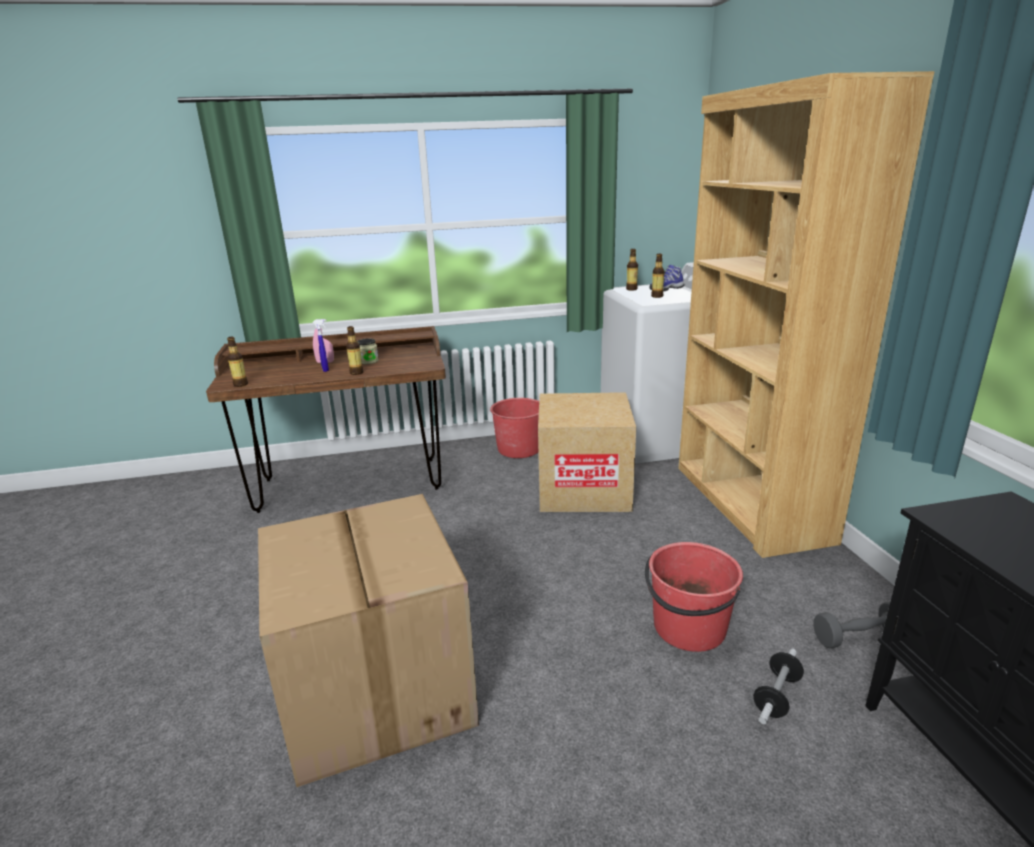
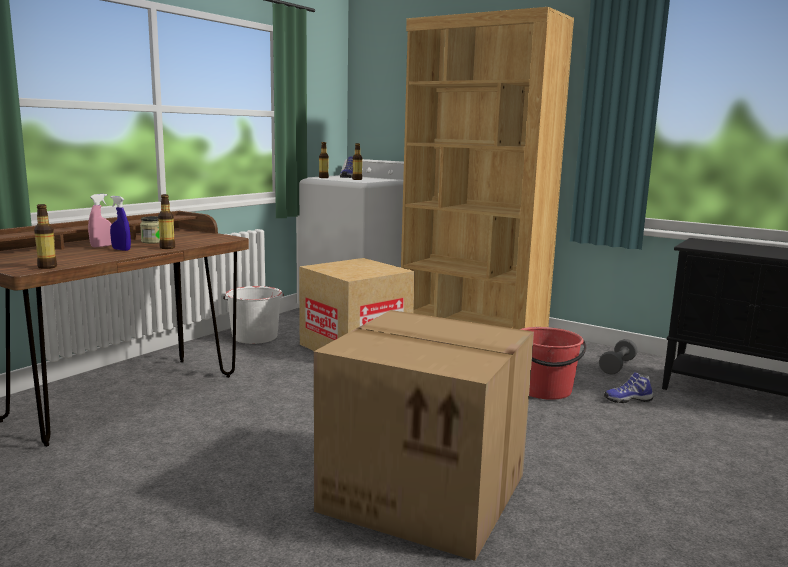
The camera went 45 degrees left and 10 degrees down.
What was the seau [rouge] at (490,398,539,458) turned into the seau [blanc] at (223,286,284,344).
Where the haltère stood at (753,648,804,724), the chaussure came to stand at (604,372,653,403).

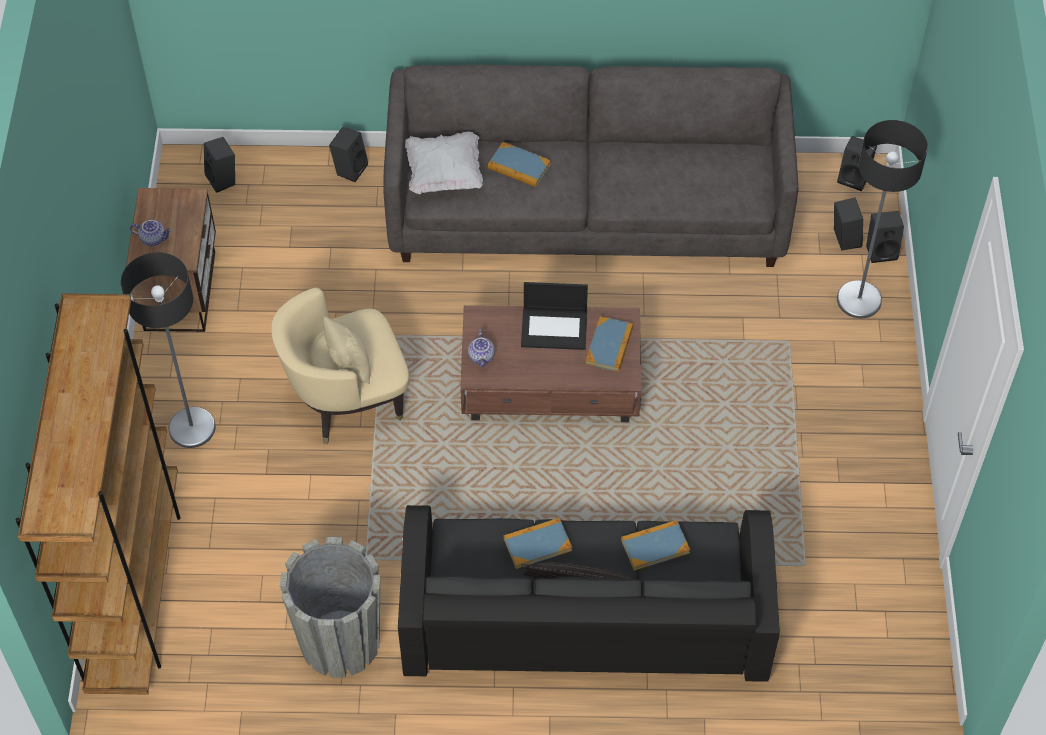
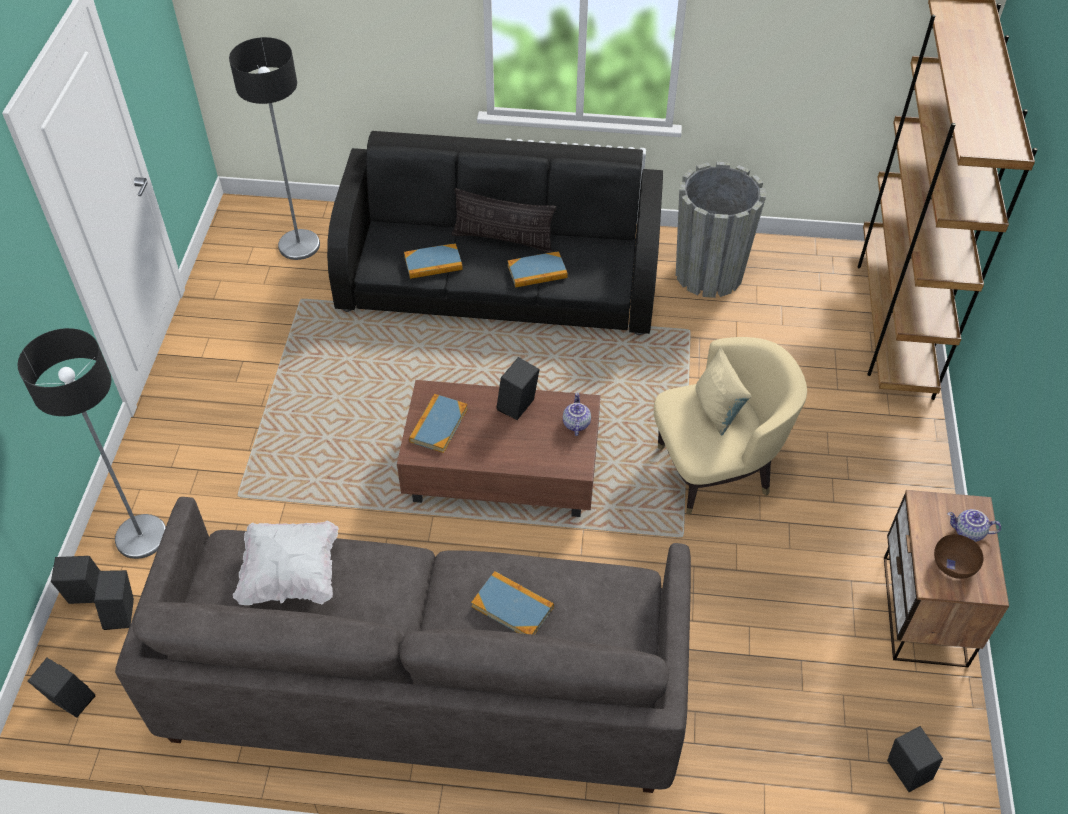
The camera went 175 degrees left and 5 degrees down.
The enceinte [noir] ended up elsewhere, having gone from (329,127,368,182) to (497,357,540,420).
The coussin [blanc] ended up elsewhere, having gone from (405,132,483,194) to (233,521,339,605).
The lampadaire ended up elsewhere, having gone from (121,252,216,448) to (229,37,320,260).
The second view lost the ordinateur portable at (521,282,588,350).
The second view gained the bol [marron] at (934,534,984,579).

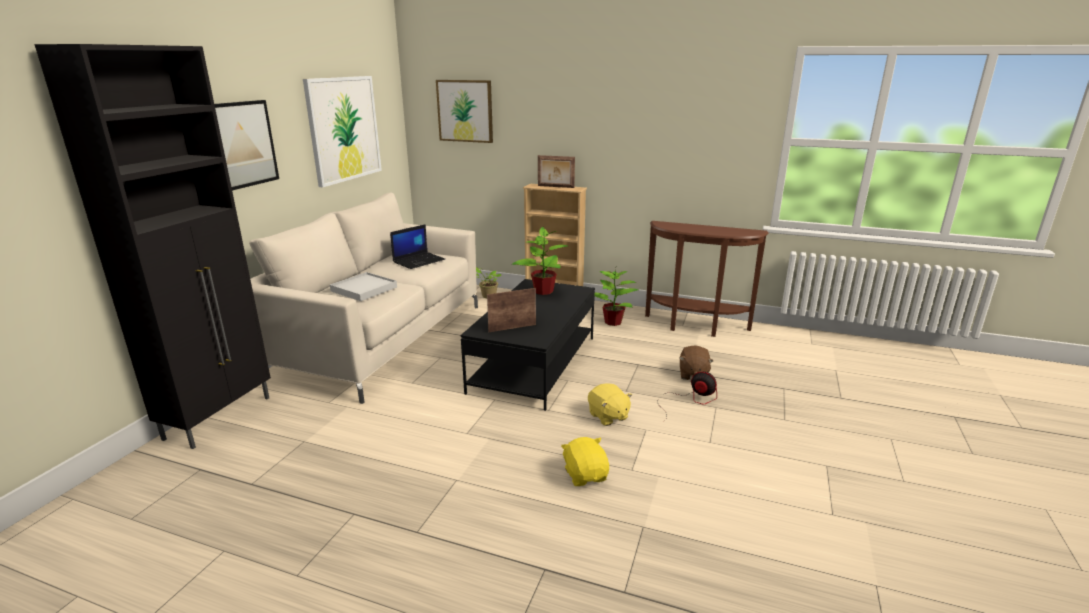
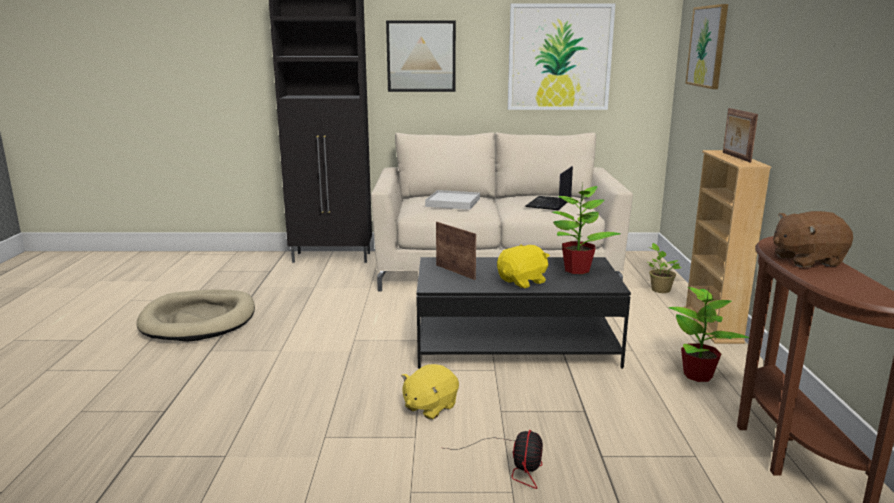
The camera went 70 degrees right and 5 degrees down.
The ordinateur portable at (390,224,445,269) ended up facing another way, 90 degrees clockwise from before.
The peluche [marron] ended up elsewhere, having gone from (679,345,713,380) to (773,211,853,267).
The peluche [jaune] ended up elsewhere, having gone from (561,437,609,486) to (497,244,550,288).
The second view gained the panier pour chien [beige] at (136,289,255,342).

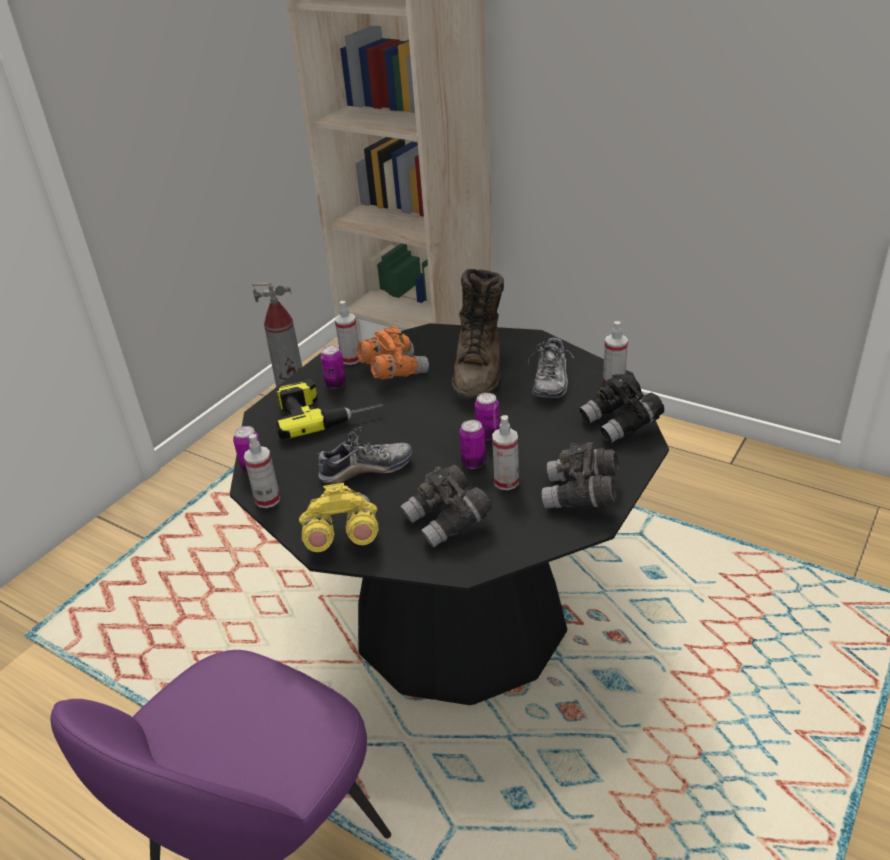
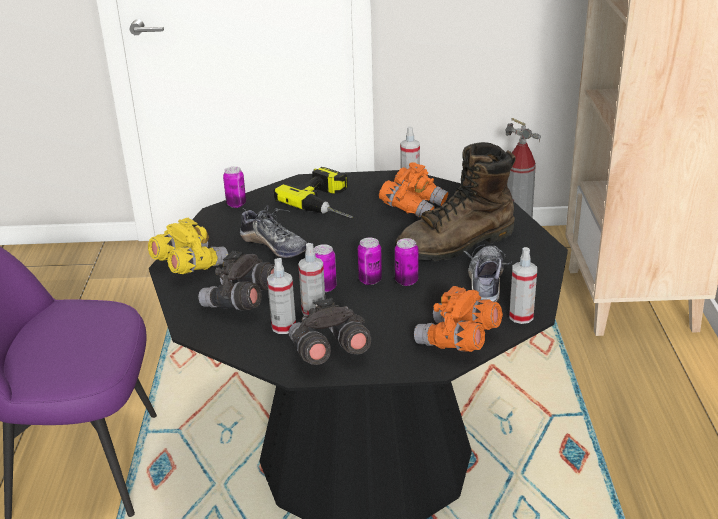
The camera went 55 degrees right and 5 degrees down.
The chaussure at (528,337,574,398) ended up facing another way, 120 degrees clockwise from before.
The boîte métallique ended up elsewhere, having gone from (320,345,346,389) to (395,238,418,286).
What was the jumelles [noir] at (579,374,664,443) turned into the jumelles [orange] at (414,286,503,352).
The vaporisateur ended up elsewhere, having gone from (244,434,280,508) to (267,258,296,334).

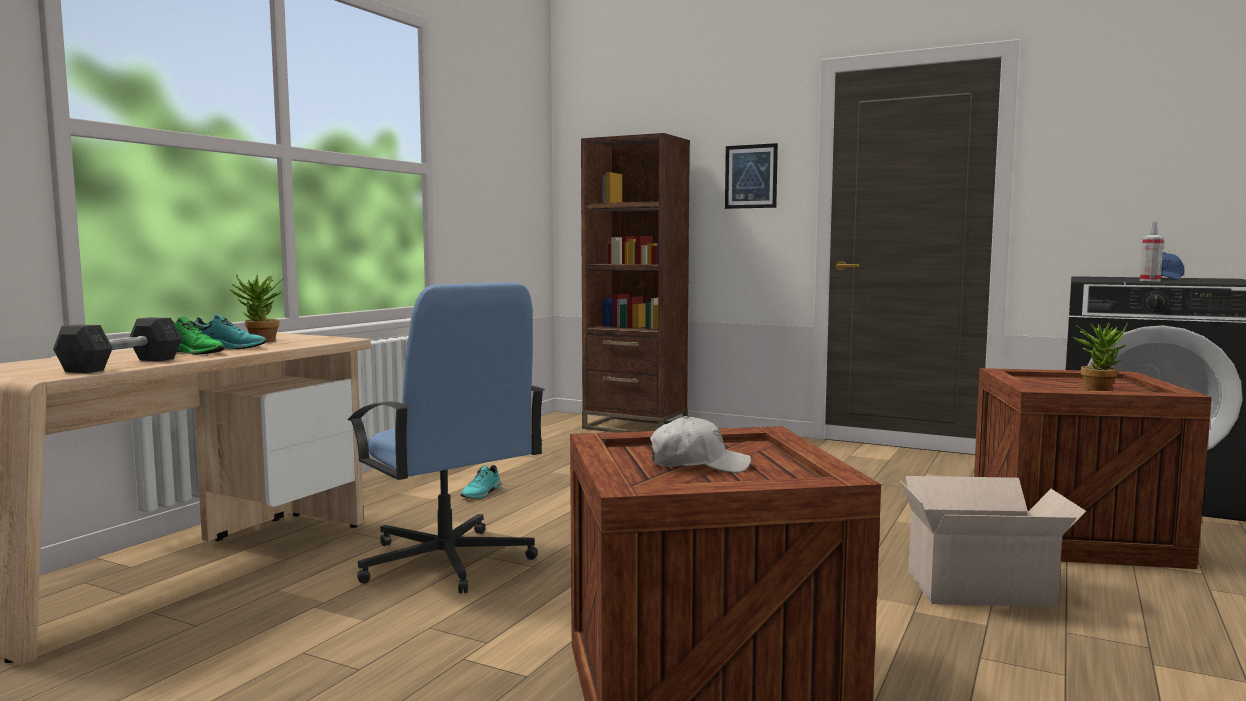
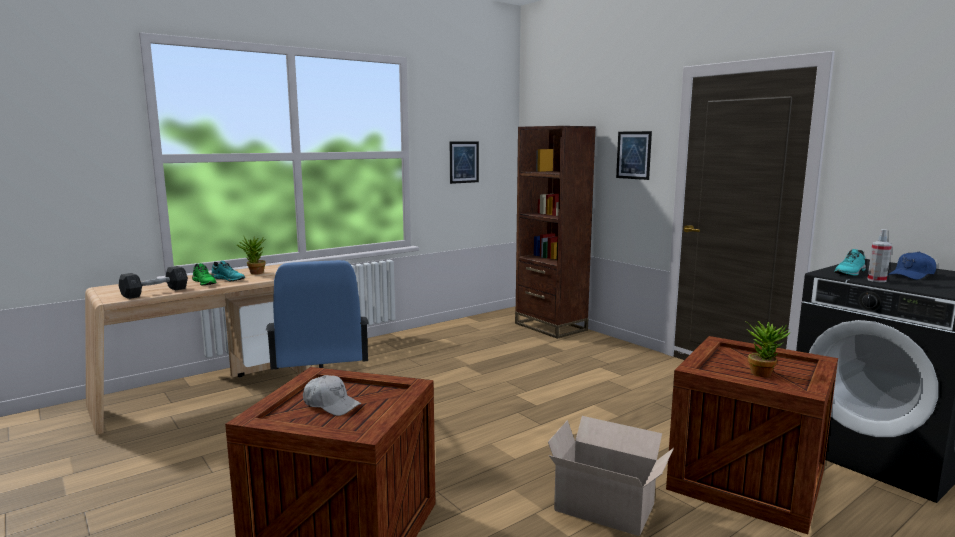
The camera went 25 degrees right and 5 degrees up.
The chaussure [turquoise] ended up elsewhere, having gone from (460,465,501,499) to (834,249,866,276).
The second view gained the tableau at (450,142,479,184).

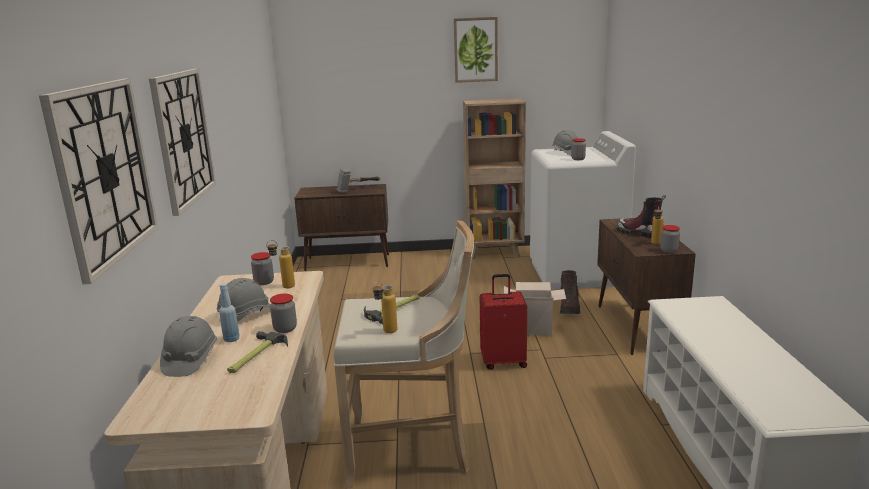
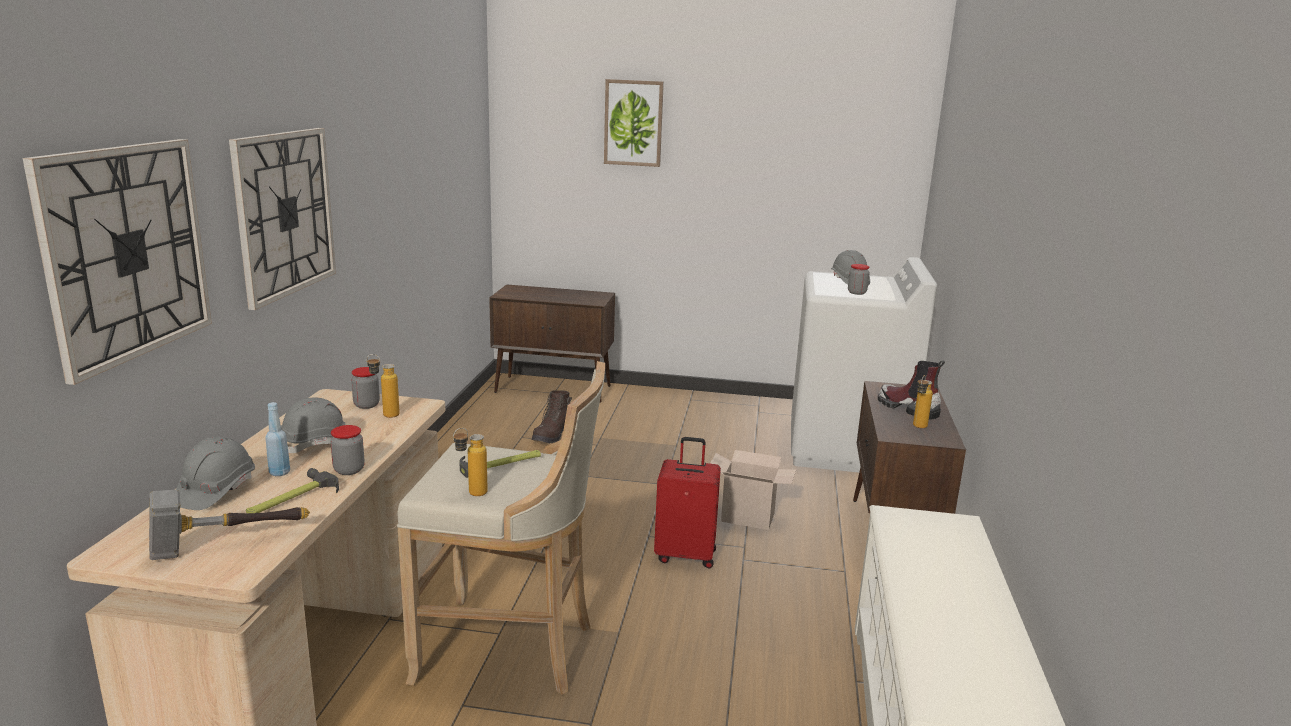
The camera went 10 degrees right and 0 degrees up.
The tableau ended up elsewhere, having gone from (454,17,498,83) to (604,79,664,167).
The second view lost the bibliothèque [marron] at (463,98,526,260).
The marteau ended up elsewhere, having gone from (337,168,380,193) to (149,490,310,560).
The second view lost the bocal at (660,225,680,253).
The botte [marron] ended up elsewhere, having gone from (560,270,580,314) to (531,390,572,443).

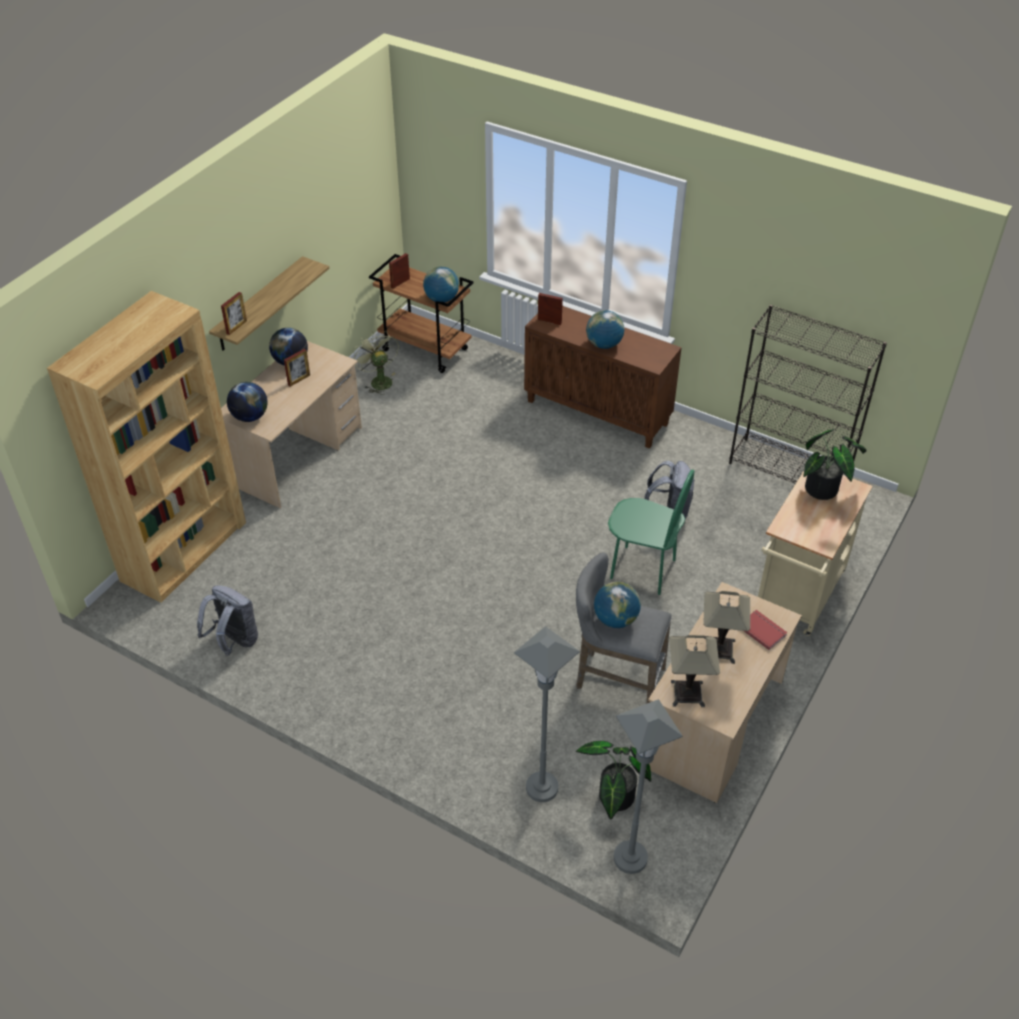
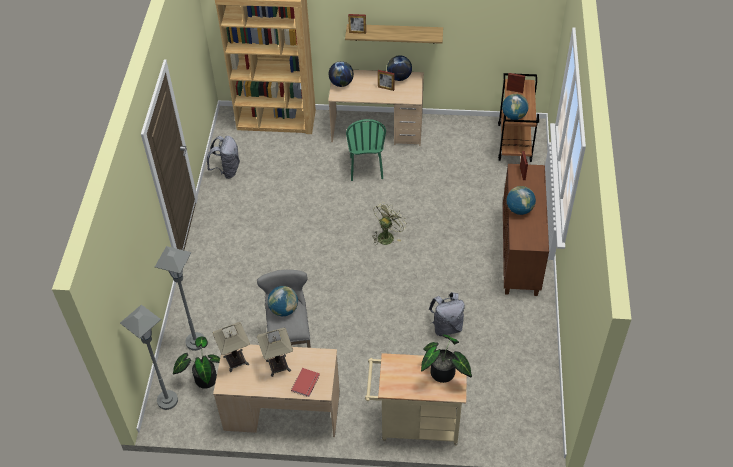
The camera went 65 degrees right and 5 degrees up.
The second view lost the bibliothèque [noir] at (729,305,887,484).
The ventilateur [vert] ended up elsewhere, having gone from (352,331,399,395) to (372,202,407,245).
The chaise [vert] ended up elsewhere, having gone from (608,470,695,595) to (346,119,386,181).

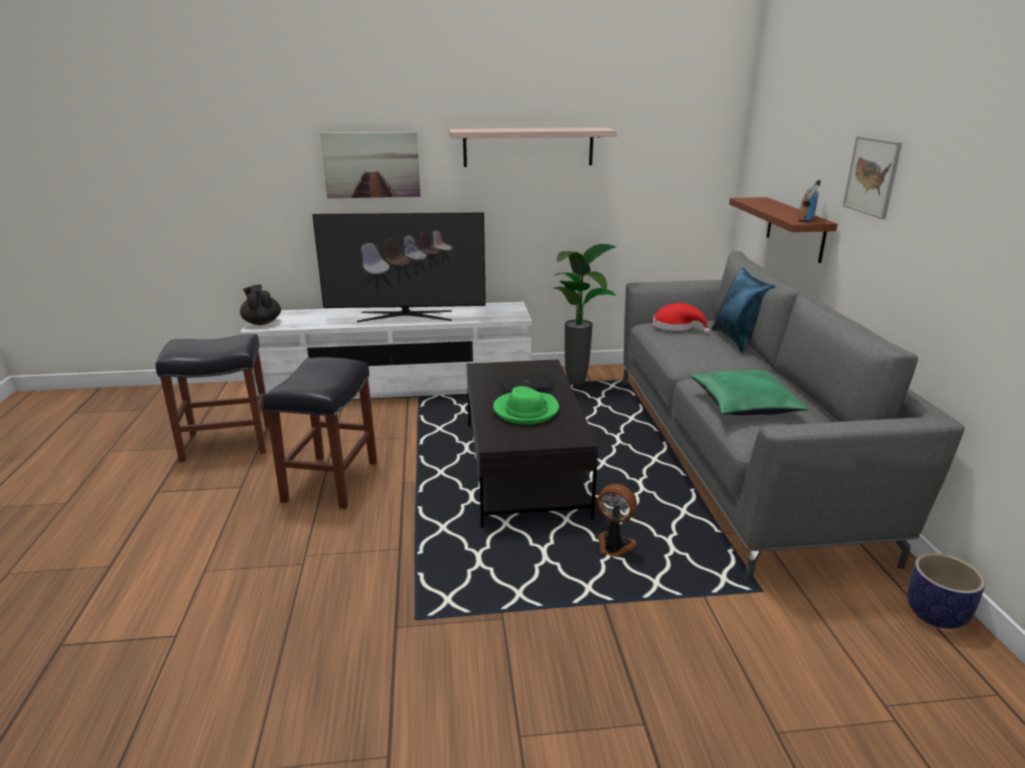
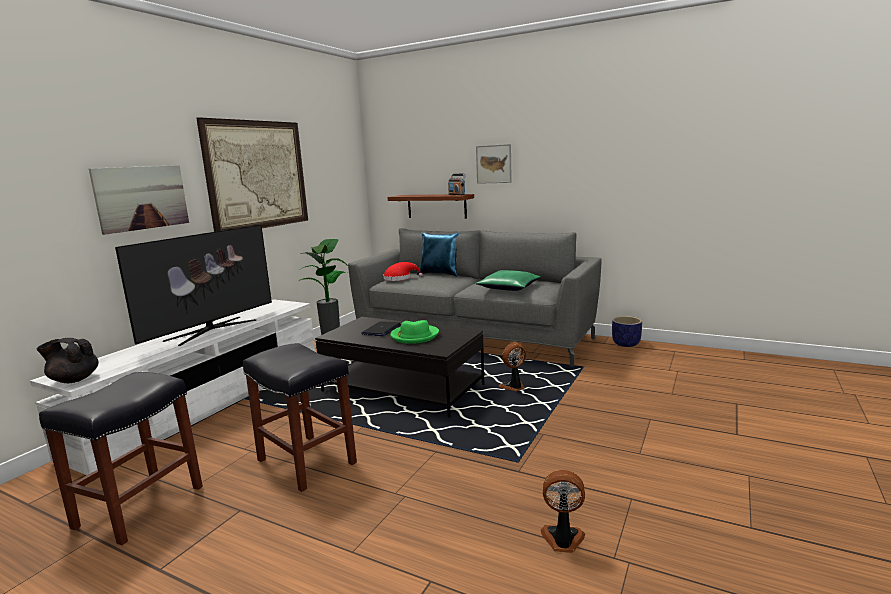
The camera went 55 degrees left and 10 degrees down.
Where the étagère hung at (449,127,617,167), the tableau came to hang at (196,117,308,232).
The second view gained the ventilateur at (540,470,585,553).

